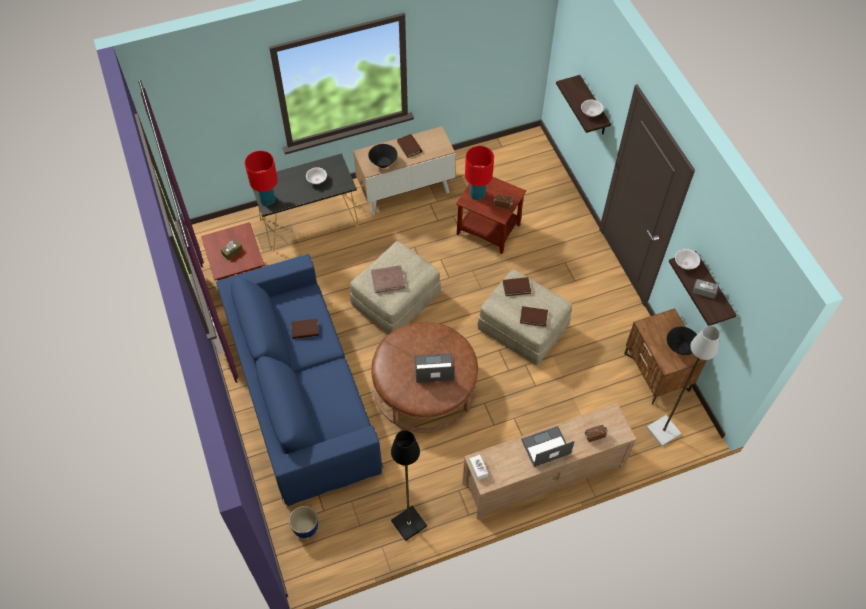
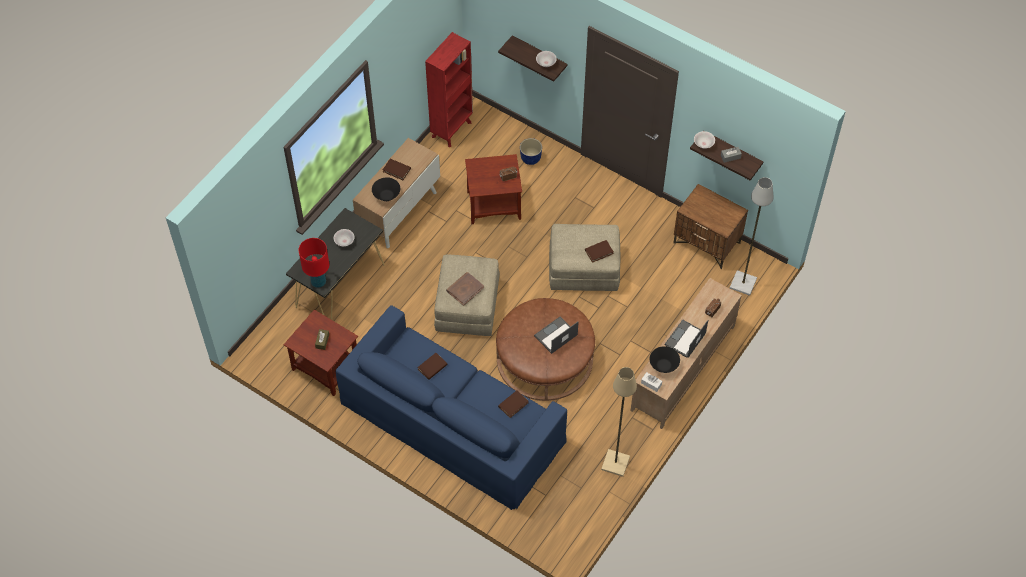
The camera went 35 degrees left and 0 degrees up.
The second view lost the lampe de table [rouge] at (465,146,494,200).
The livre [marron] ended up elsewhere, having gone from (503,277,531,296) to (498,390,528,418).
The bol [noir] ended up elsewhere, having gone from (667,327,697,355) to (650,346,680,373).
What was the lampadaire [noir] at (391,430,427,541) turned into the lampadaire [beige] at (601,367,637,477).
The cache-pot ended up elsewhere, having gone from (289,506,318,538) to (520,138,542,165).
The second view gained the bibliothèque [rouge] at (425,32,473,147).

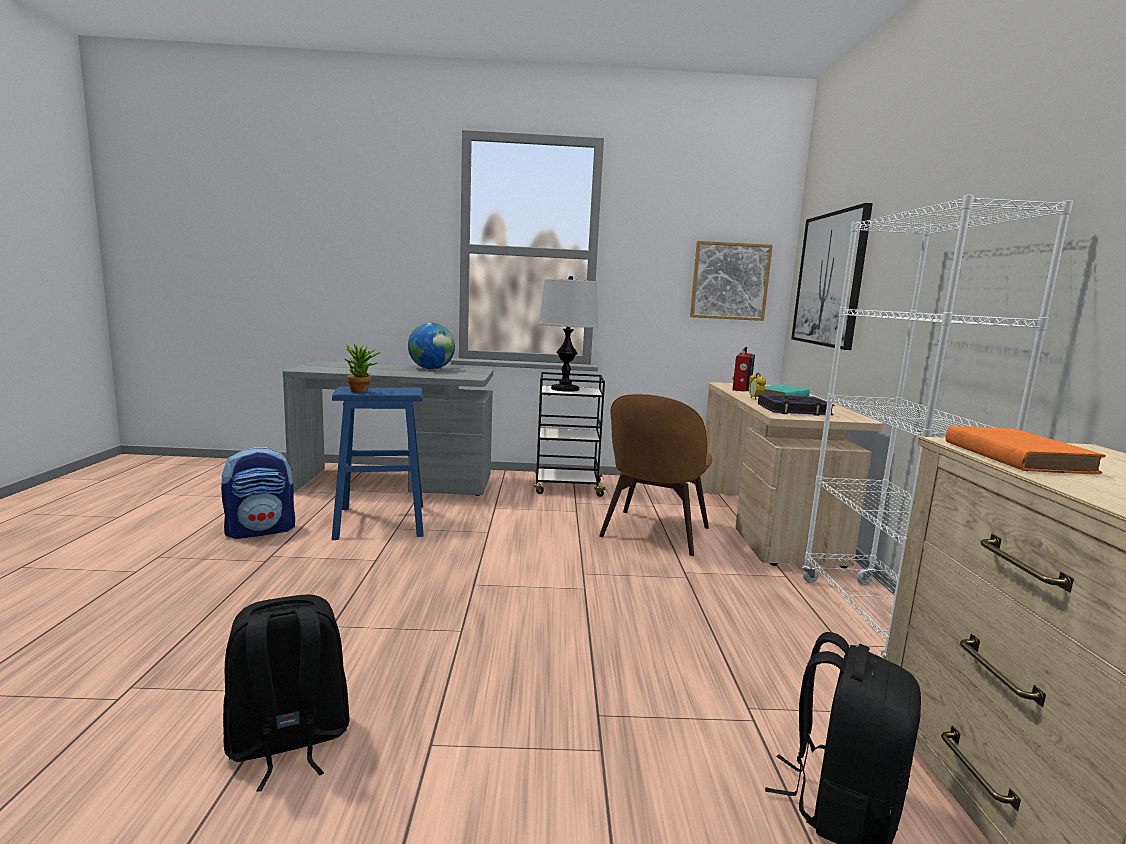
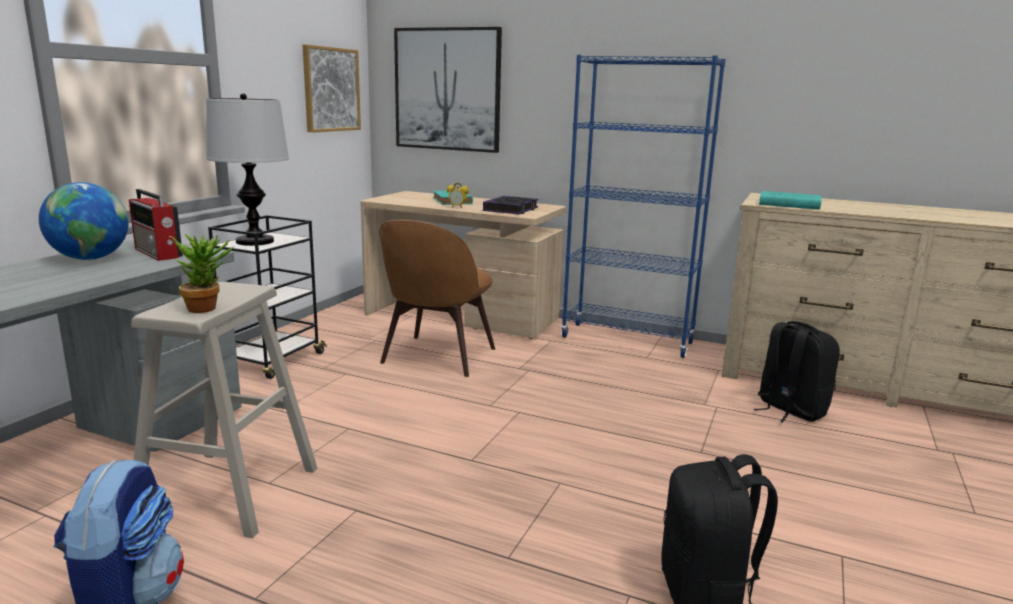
The camera went 65 degrees left and 5 degrees up.
What was the bibliothèque [blanc] at (802,195,1073,659) turned into the bibliothèque [bleu] at (561,55,725,358).
The radio ended up elsewhere, having gone from (733,347,755,392) to (129,189,183,261).
What was the tabouret [bleu] at (332,387,424,540) turned into the tabouret [beige] at (131,282,317,538).
The chaise [marron] at (599,394,713,556) ended up facing another way, 60 degrees clockwise from before.
What was the livre [orange] at (945,426,1106,474) turned into the livre [turquoise] at (759,191,822,210).

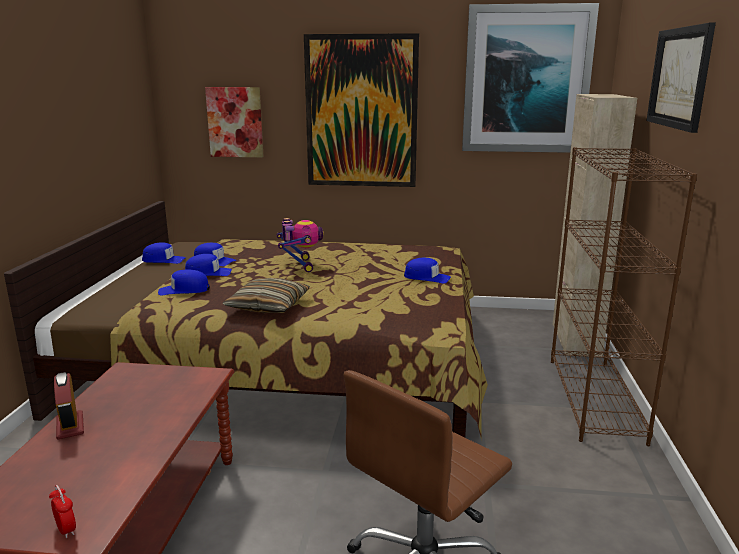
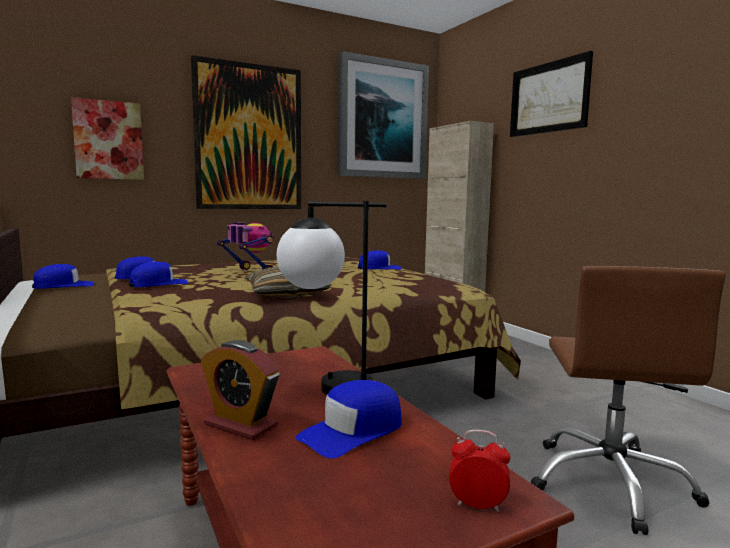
The camera went 35 degrees left and 10 degrees down.
The second view lost the bibliothèque [marron] at (551,147,697,446).
The casquette [bleu] ended up elsewhere, having gone from (158,269,210,295) to (296,380,402,459).
The second view gained the lampe de table at (276,201,387,395).

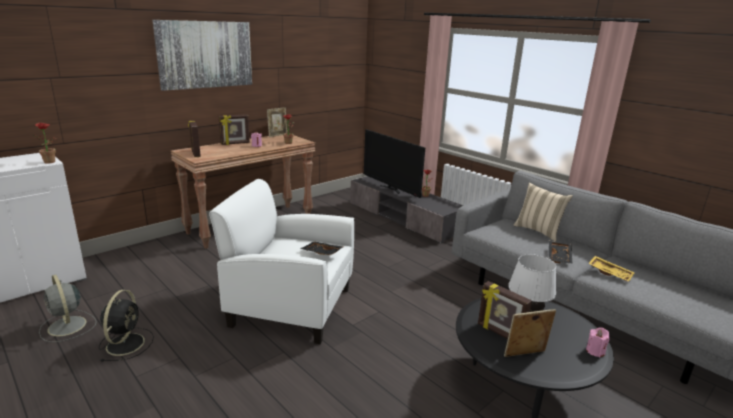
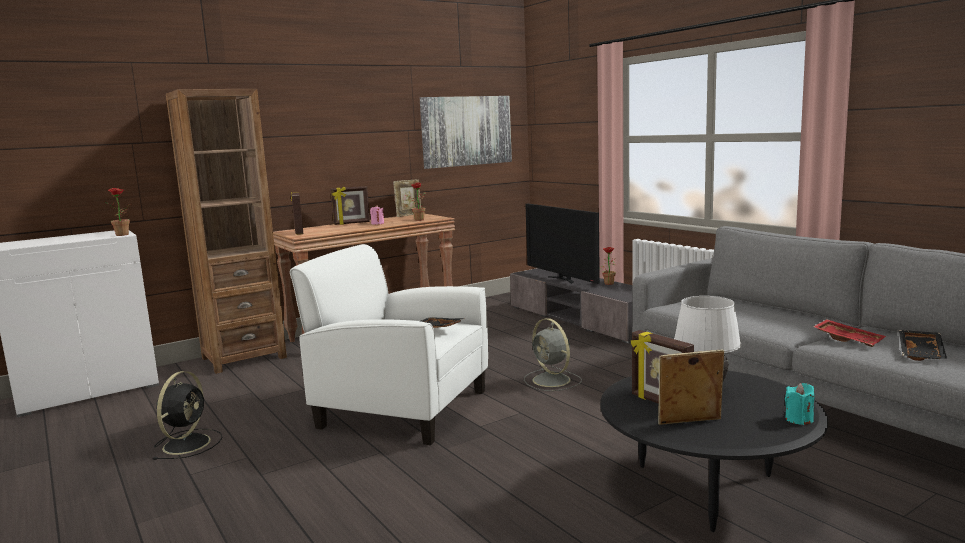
The camera went 10 degrees right and 10 degrees down.
The tableau ended up elsewhere, having gone from (152,20,252,91) to (419,96,512,169).
The second view lost the coussin [beige] at (513,183,573,241).
The plateau [noir] ended up elsewhere, having gone from (549,241,573,264) to (899,330,947,361).
What was the plateau [jaune] at (588,256,635,282) turned into the plateau [rouge] at (813,319,886,347).
The ventilateur [gris] ended up elsewhere, having gone from (39,275,97,342) to (524,318,582,391).
What was the bougie [rose] at (586,327,610,357) turned into the bougie [turquoise] at (785,383,815,425).
The second view gained the bibliothèque [marron] at (166,89,287,374).

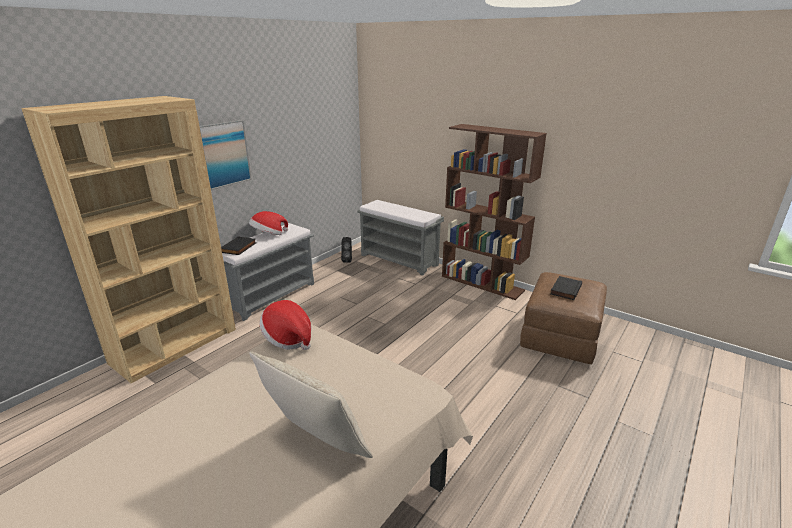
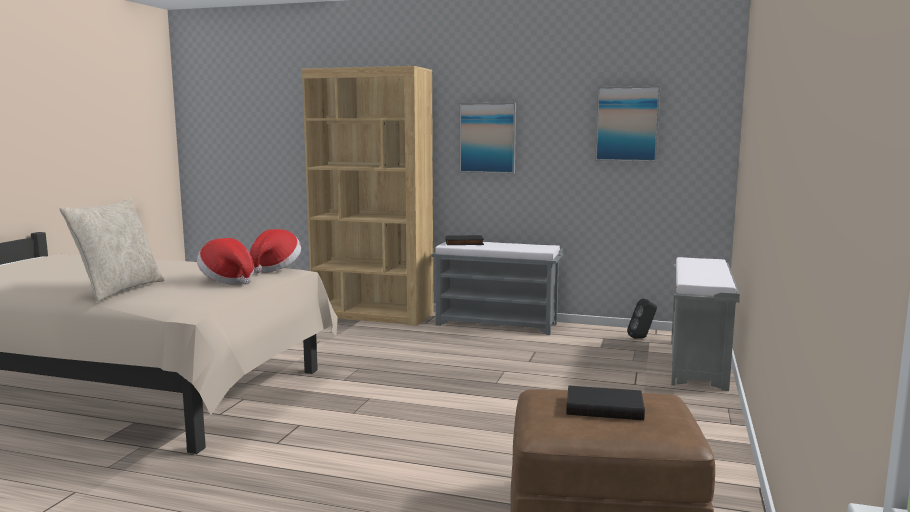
The camera went 70 degrees right and 15 degrees down.
The second view lost the bibliothèque [marron] at (442,124,547,300).
The chapeau ended up elsewhere, having gone from (249,211,288,235) to (197,238,254,285).
The second view gained the tableau at (595,86,660,162).

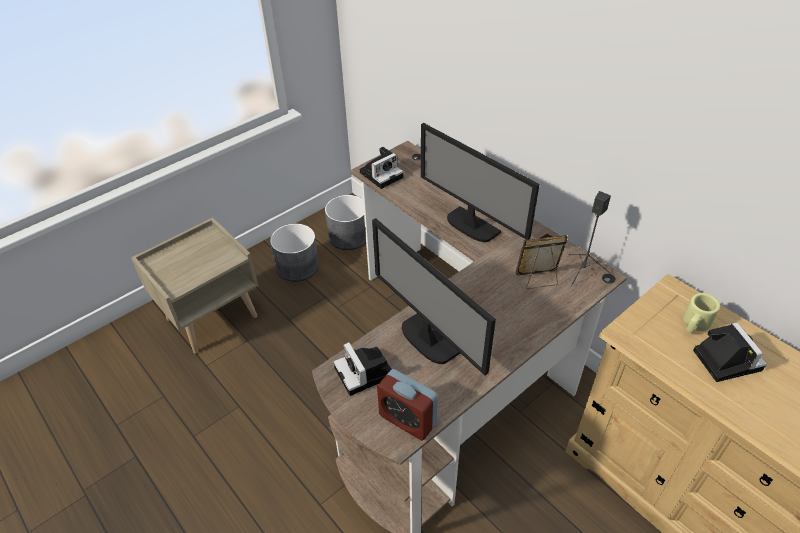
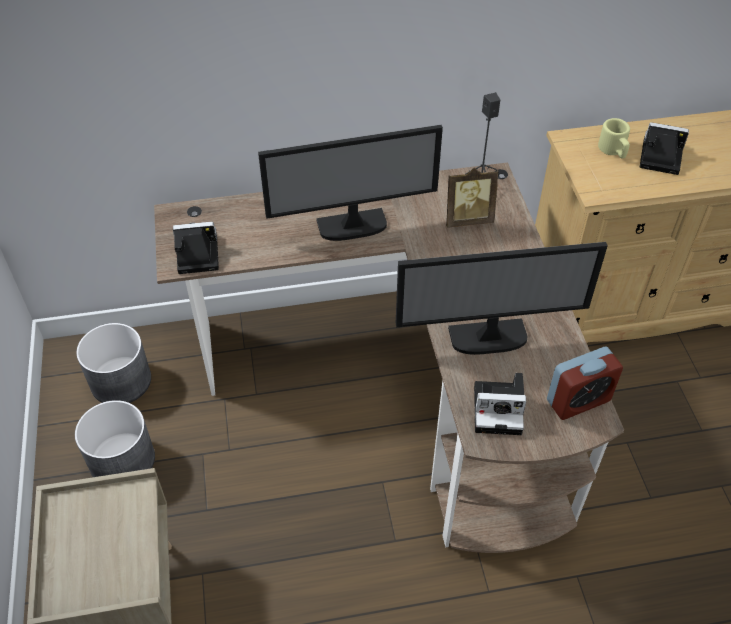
The camera went 60 degrees left and 5 degrees up.
The appareil photo at (360,147,403,189) ended up facing another way, 90 degrees counterclockwise from before.
The cadre photo at (516,234,568,289) ended up facing another way, 120 degrees counterclockwise from before.

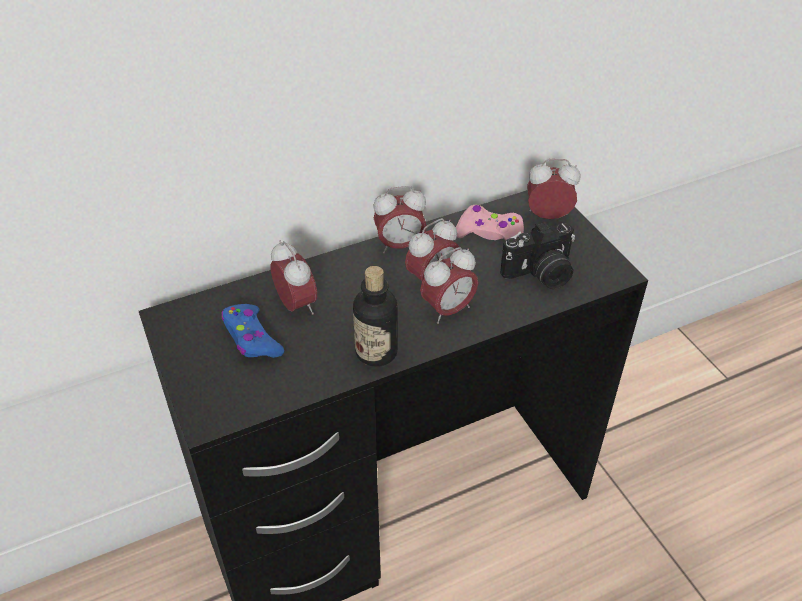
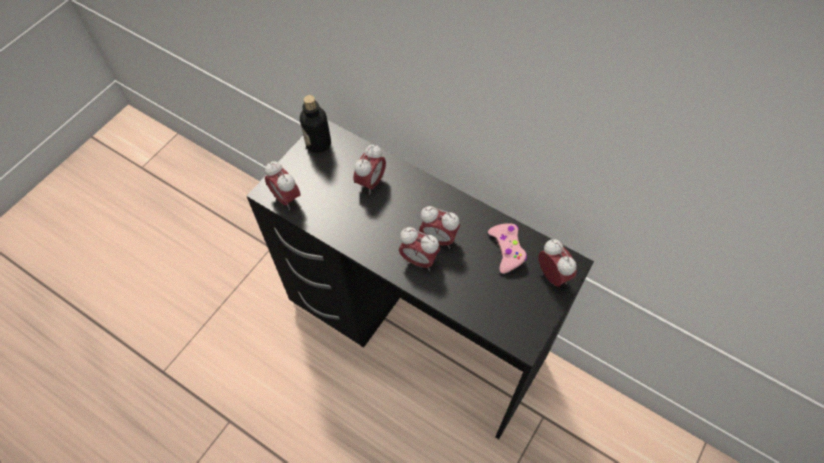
The camera went 60 degrees right and 15 degrees up.
The réveil ended up elsewhere, having gone from (374,186,427,254) to (265,161,301,210).
The second view lost the appareil photo at (500,222,575,289).
The bouteille ended up elsewhere, having gone from (353,266,398,367) to (300,95,331,153).
The second view lost the manette [bleu] at (221,304,284,358).

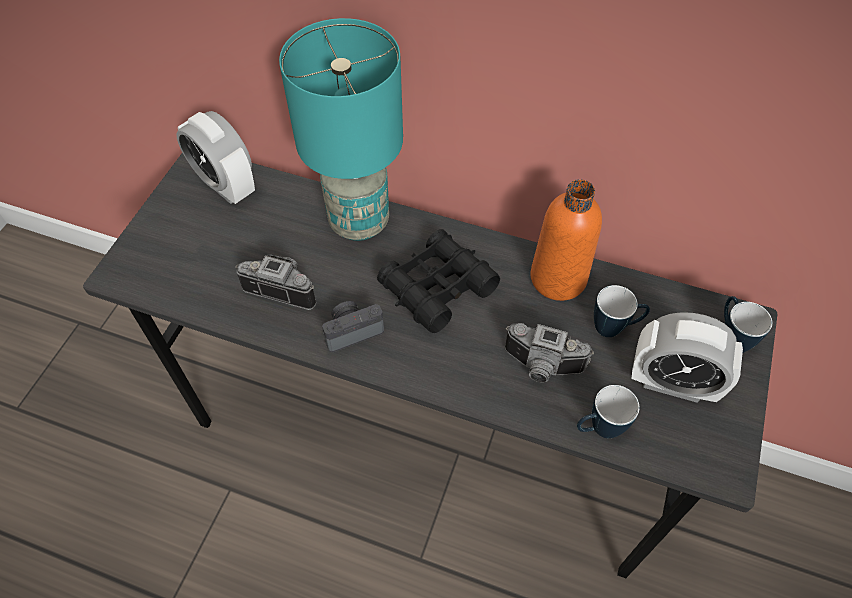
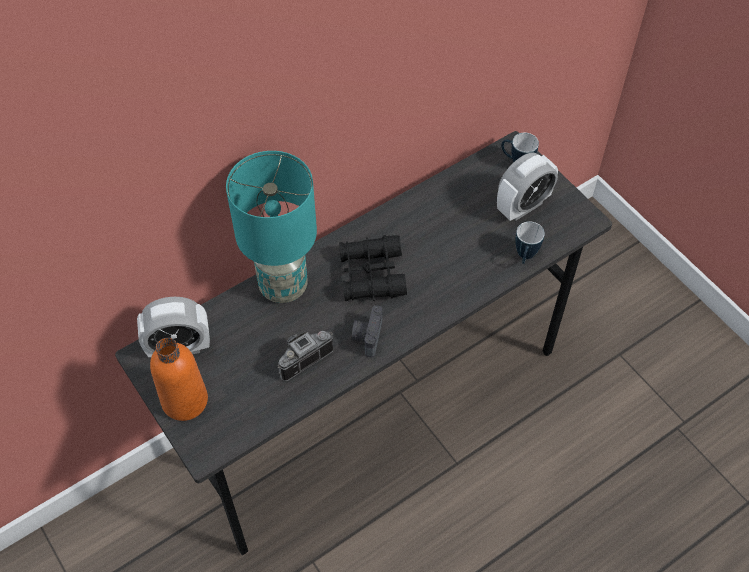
The camera went 55 degrees left and 0 degrees up.
The bouteille [orange] ended up elsewhere, having gone from (530,179,602,301) to (150,338,208,421).
The second view lost the mug at (594,285,650,337).
The second view lost the appareil photo at (505,323,594,382).

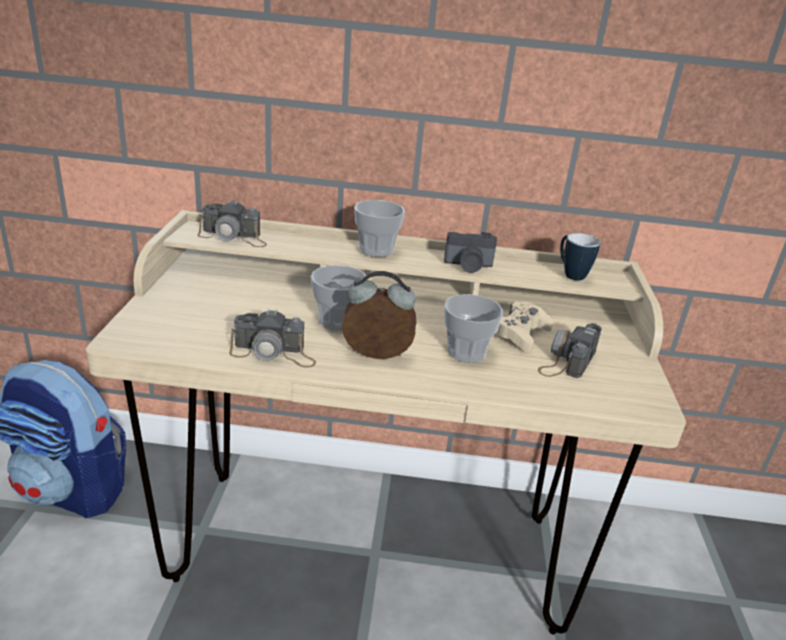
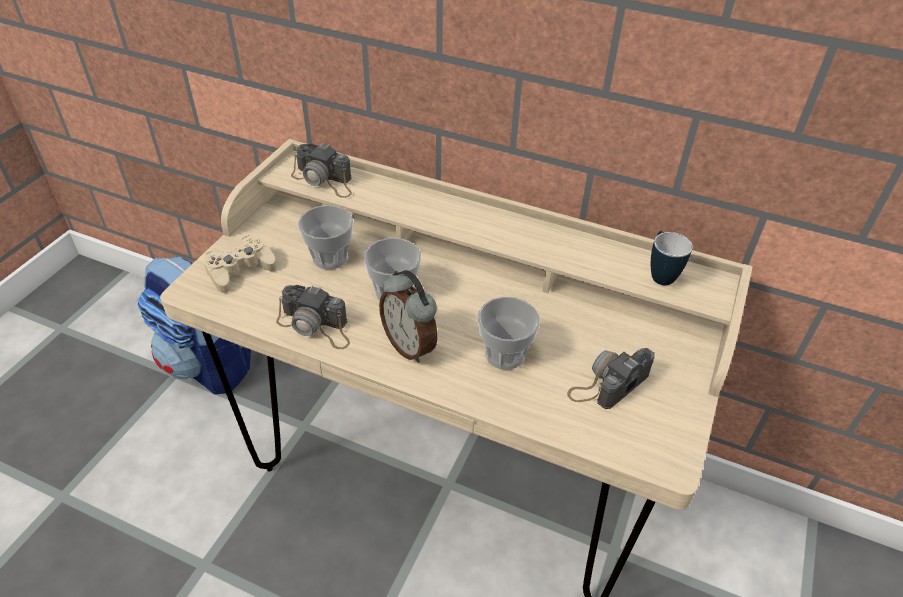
The camera went 20 degrees right and 15 degrees up.
The tasse ended up elsewhere, having gone from (354,200,405,257) to (298,205,353,269).
The second view lost the appareil photo at (444,232,497,273).
The réveil at (342,271,416,359) ended up facing another way, 150 degrees counterclockwise from before.
The manette [beige] ended up elsewhere, having gone from (498,301,553,353) to (204,235,277,293).

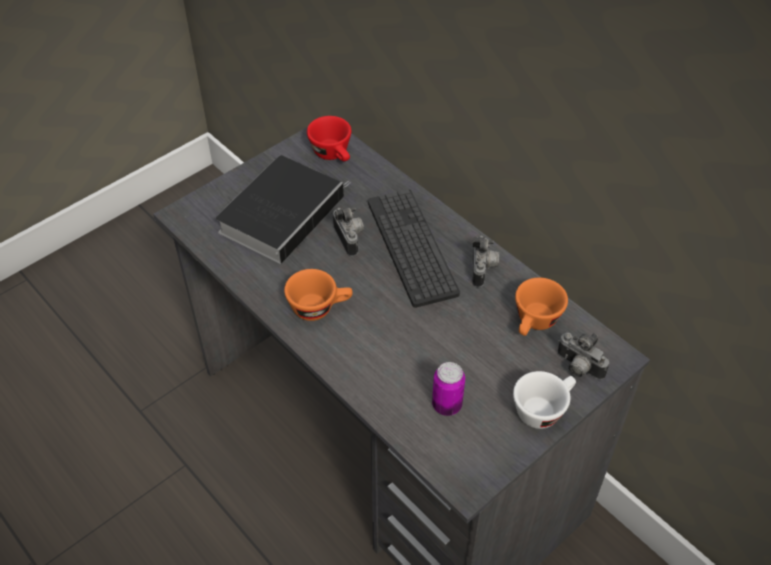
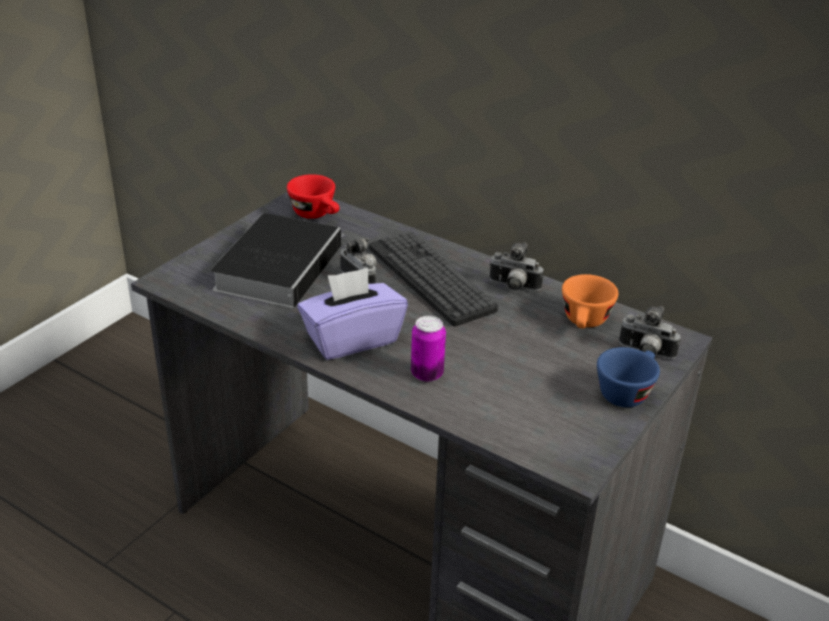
The camera went 15 degrees left and 15 degrees down.
The appareil photo at (472,235,499,288) ended up facing another way, 120 degrees clockwise from before.
Where the tasse [orange] stood at (284,269,353,321), the boîte à mouchoirs [violet] came to stand at (297,267,408,360).
The boîte métallique ended up elsewhere, having gone from (432,362,465,416) to (411,316,446,382).
What was the tasse [blanc] at (513,371,576,429) turned into the tasse [bleu] at (597,347,660,407).

